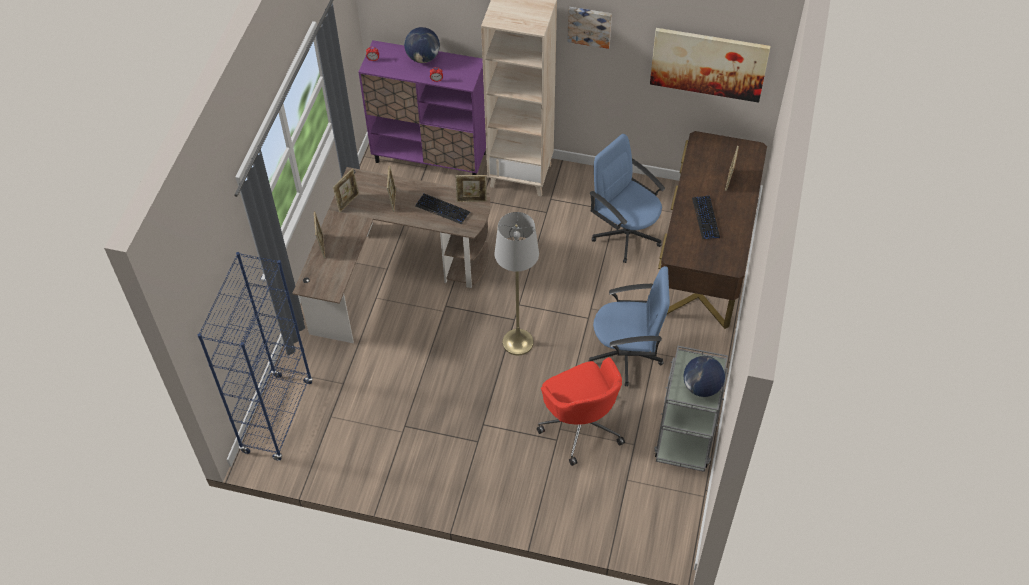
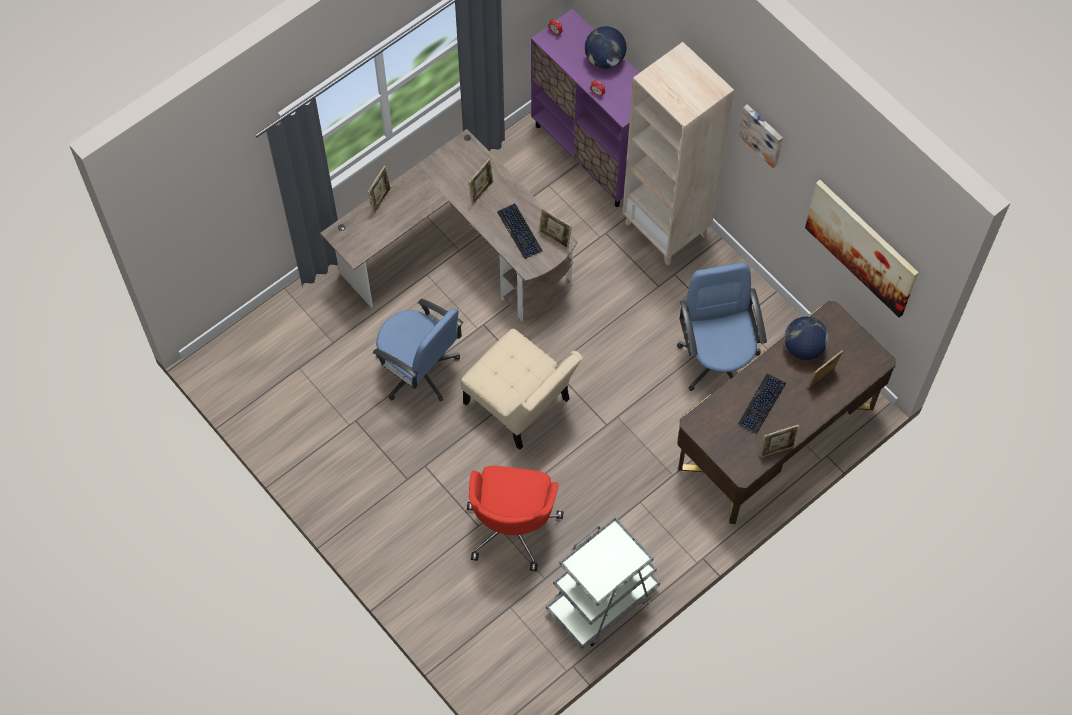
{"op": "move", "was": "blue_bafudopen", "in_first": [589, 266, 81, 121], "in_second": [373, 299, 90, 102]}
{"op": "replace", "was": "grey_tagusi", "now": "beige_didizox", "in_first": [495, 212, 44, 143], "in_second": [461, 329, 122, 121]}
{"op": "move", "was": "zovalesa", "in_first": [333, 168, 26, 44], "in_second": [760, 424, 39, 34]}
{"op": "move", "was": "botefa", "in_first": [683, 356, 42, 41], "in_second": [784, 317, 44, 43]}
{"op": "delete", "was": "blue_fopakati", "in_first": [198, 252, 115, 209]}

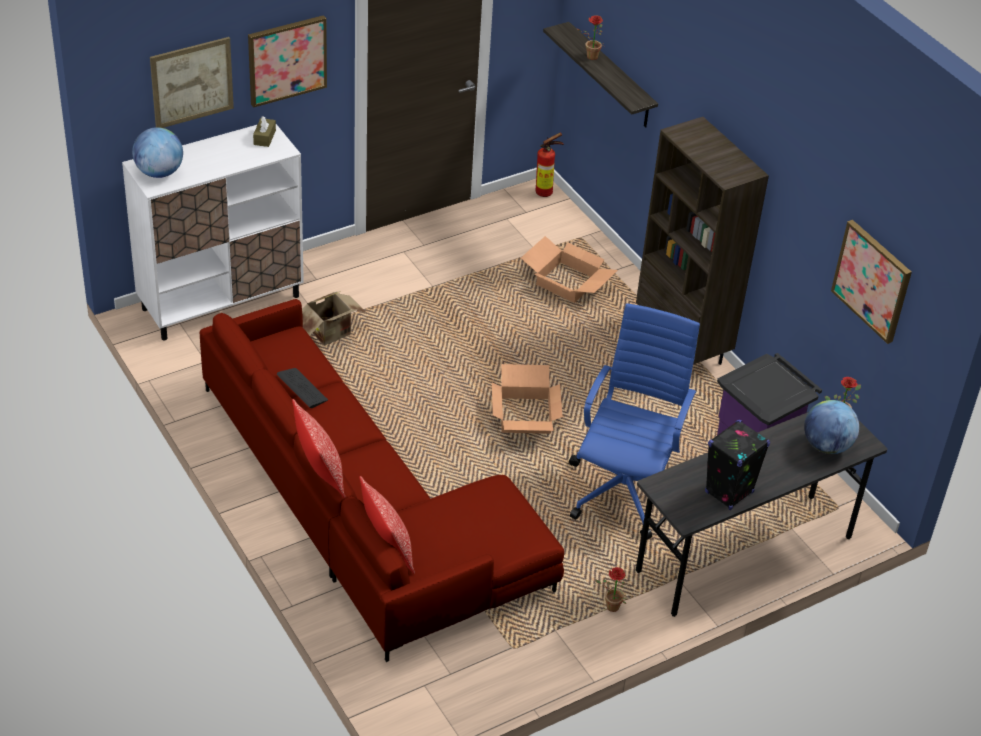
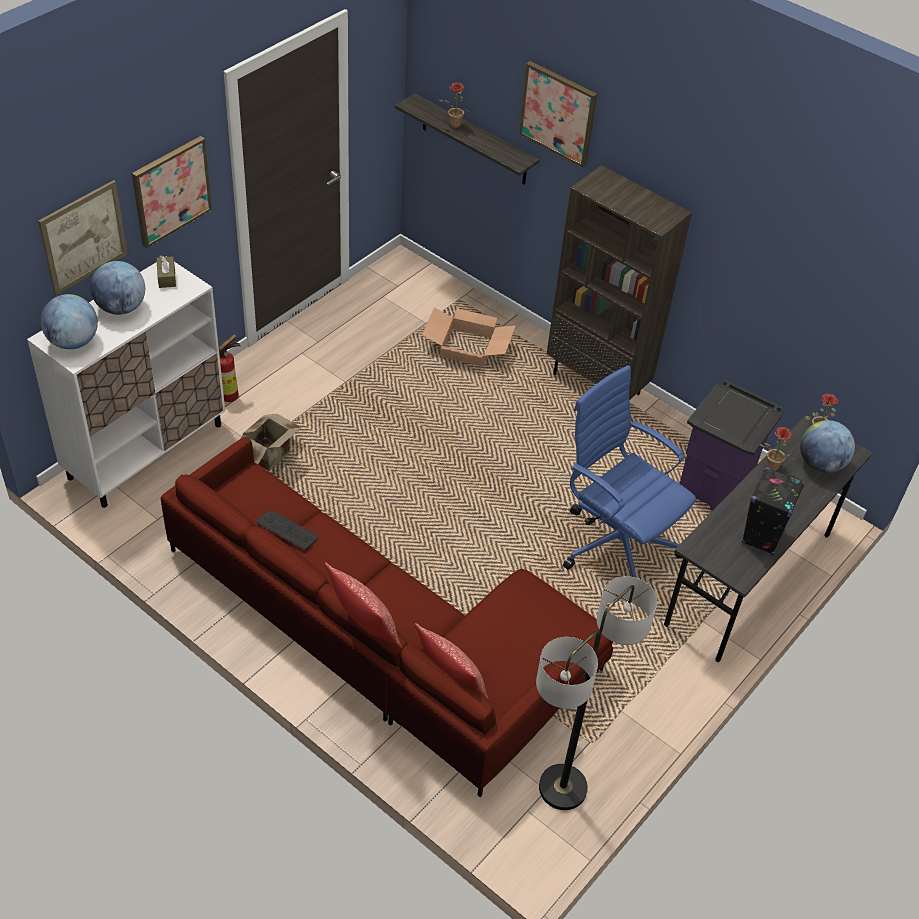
{"op": "insert", "now": "botefa", "in_second": [90, 261, 55, 54]}
{"op": "move", "was": "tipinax", "in_first": [536, 133, 28, 64], "in_second": [219, 334, 22, 68]}
{"op": "move", "was": "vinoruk", "in_first": [831, 220, 81, 124], "in_second": [519, 61, 78, 107]}
{"op": "insert", "now": "tagusi", "in_second": [536, 576, 121, 234]}
{"op": "rotate", "was": "blue_bafudopen", "in_first": [569, 303, 131, 237], "in_second": [563, 365, 133, 213], "clockwise": -45}
{"op": "move", "was": "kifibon", "in_first": [595, 567, 31, 45], "in_second": [760, 427, 34, 44]}
{"op": "delete", "was": "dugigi", "in_first": [492, 364, 71, 70]}

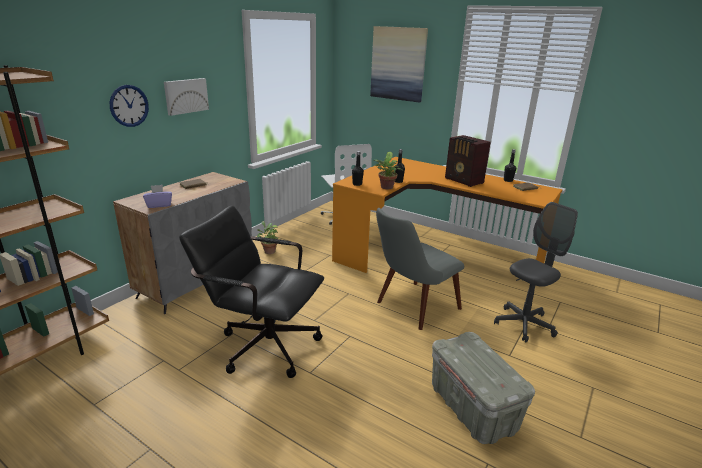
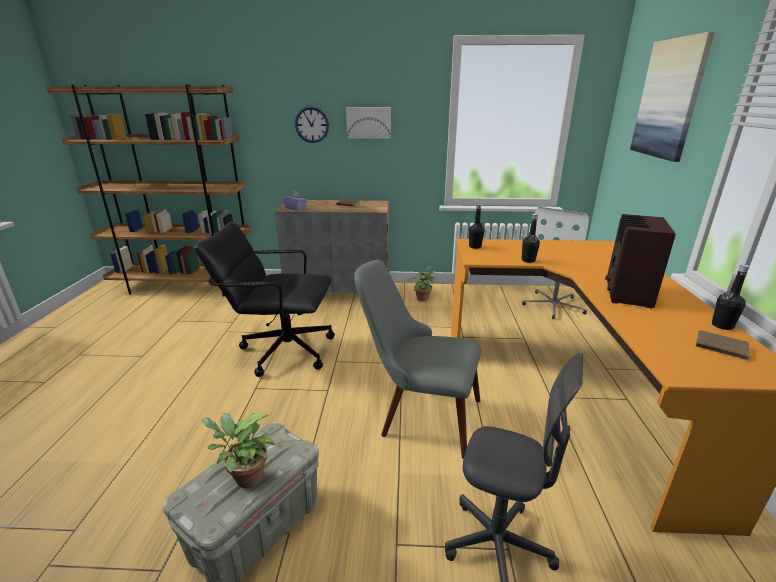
{"op": "rotate", "was": "black_bafudopen", "in_first": [179, 205, 145, 173], "in_second": [194, 222, 141, 155], "clockwise": -75}
{"op": "move", "was": "kifibon", "in_first": [373, 152, 30, 38], "in_second": [202, 413, 73, 75]}

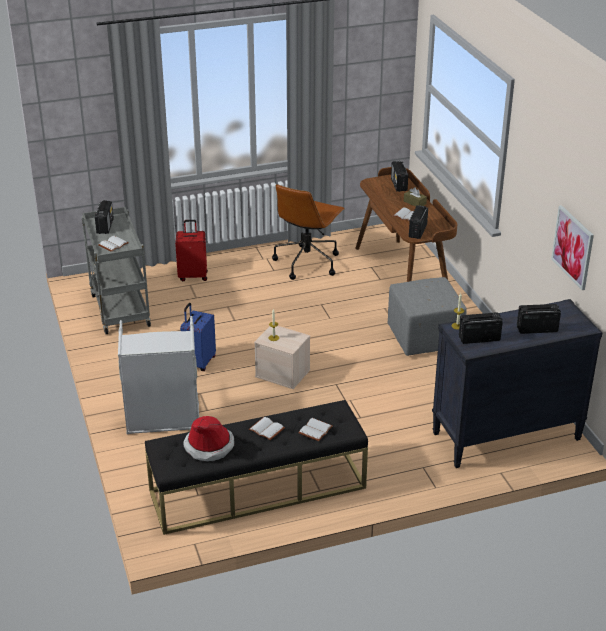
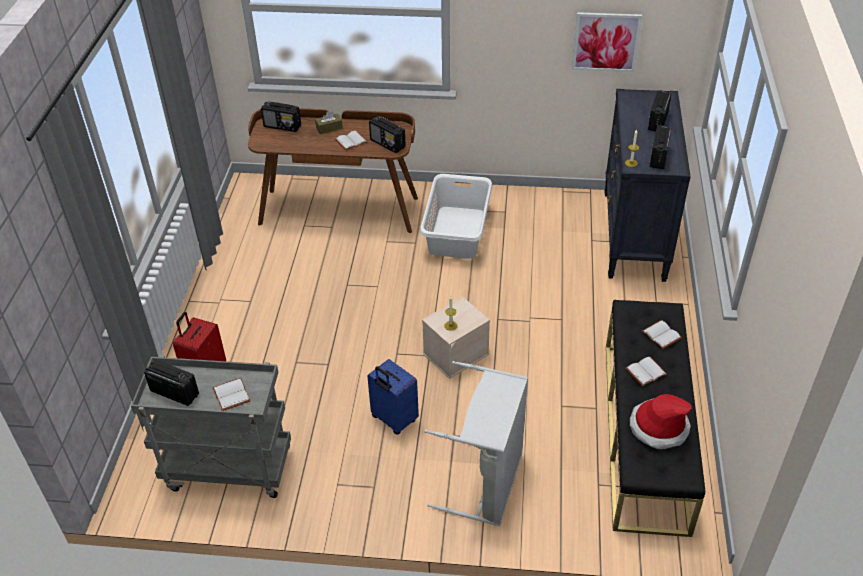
{"op": "replace", "was": "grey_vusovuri", "now": "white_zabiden", "in_first": [388, 277, 79, 79], "in_second": [420, 174, 72, 85]}
{"op": "delete", "was": "brown_bafudopen", "in_first": [272, 184, 73, 96]}

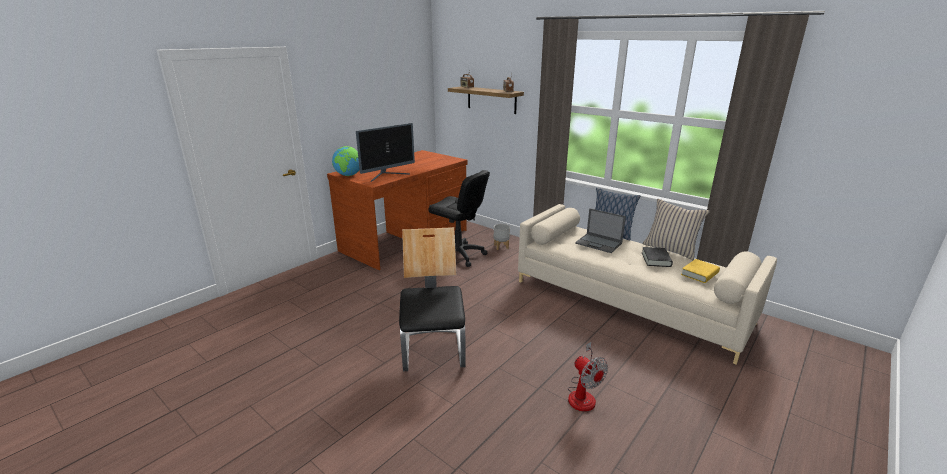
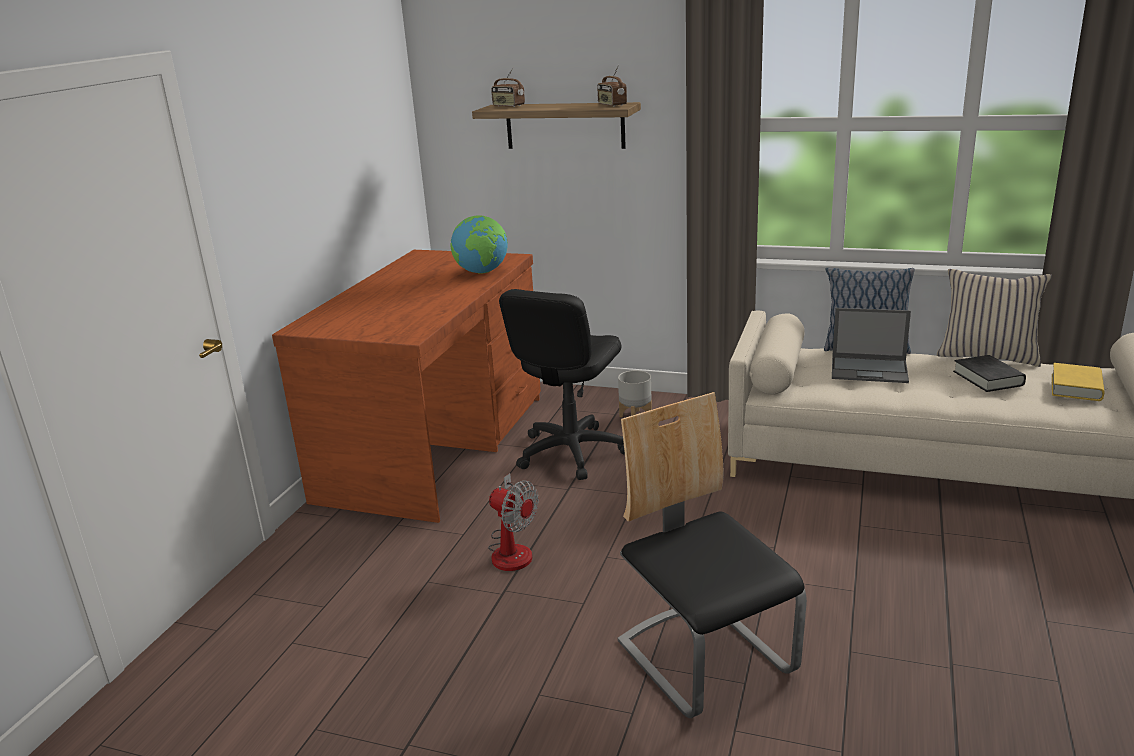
{"op": "move", "was": "botefa", "in_first": [332, 146, 27, 30], "in_second": [450, 215, 58, 59]}
{"op": "move", "was": "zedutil", "in_first": [568, 342, 40, 70], "in_second": [488, 473, 51, 98]}
{"op": "rotate", "was": "black_bafudopen", "in_first": [429, 170, 61, 97], "in_second": [499, 289, 126, 191], "clockwise": 105}
{"op": "delete", "was": "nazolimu", "in_first": [356, 123, 59, 59]}

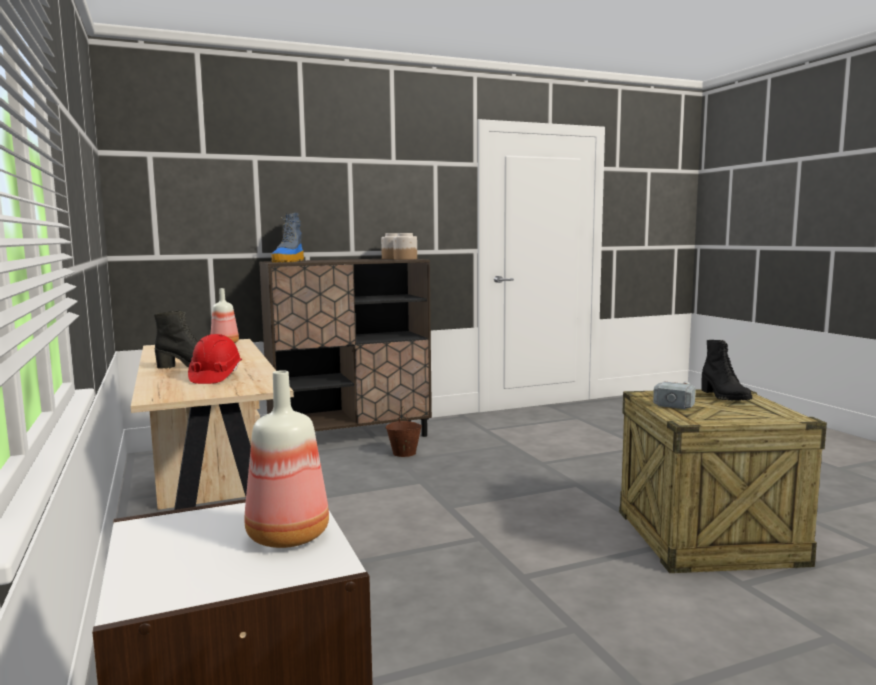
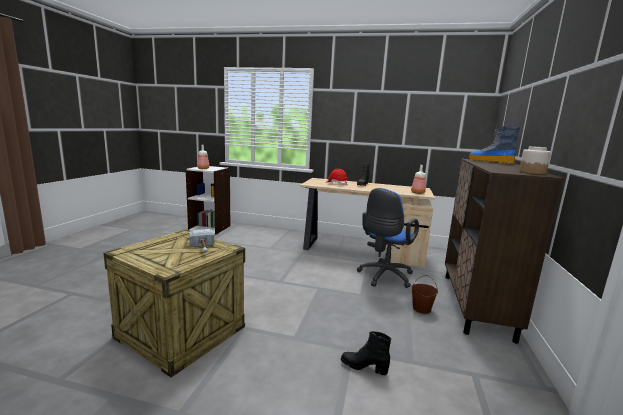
{"op": "move", "was": "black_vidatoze", "in_first": [702, 340, 50, 61], "in_second": [341, 331, 50, 44]}
{"op": "insert", "now": "blue_bafudopen", "in_second": [357, 188, 62, 100]}
{"op": "delete", "was": "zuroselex", "in_first": [393, 233, 24, 27]}

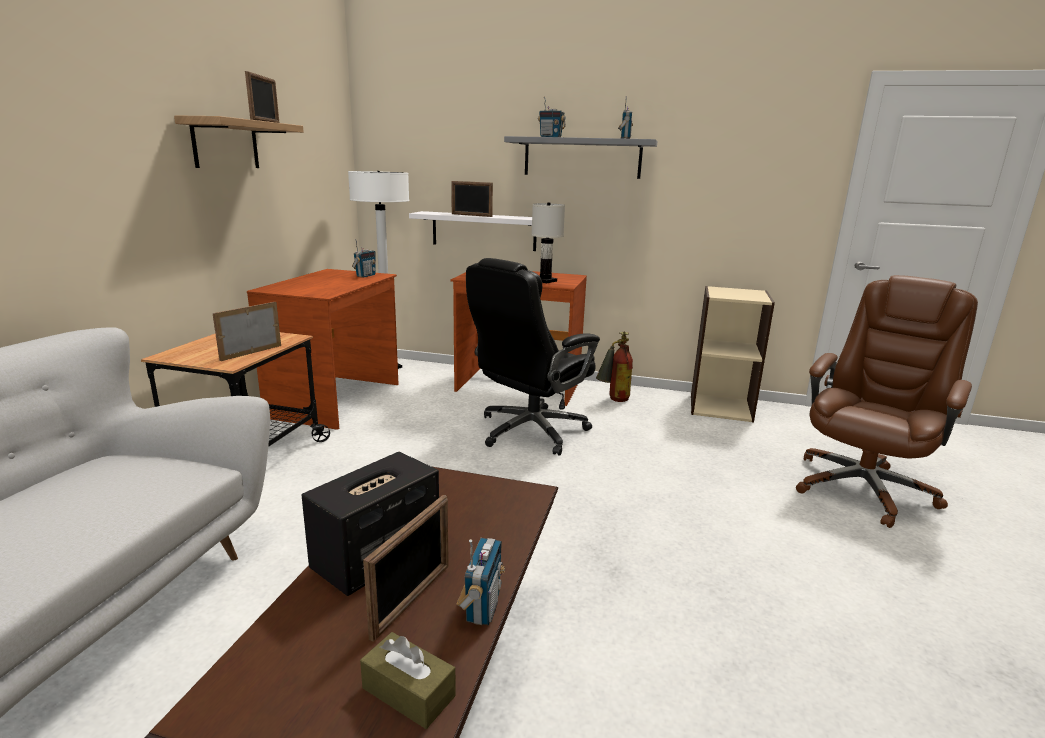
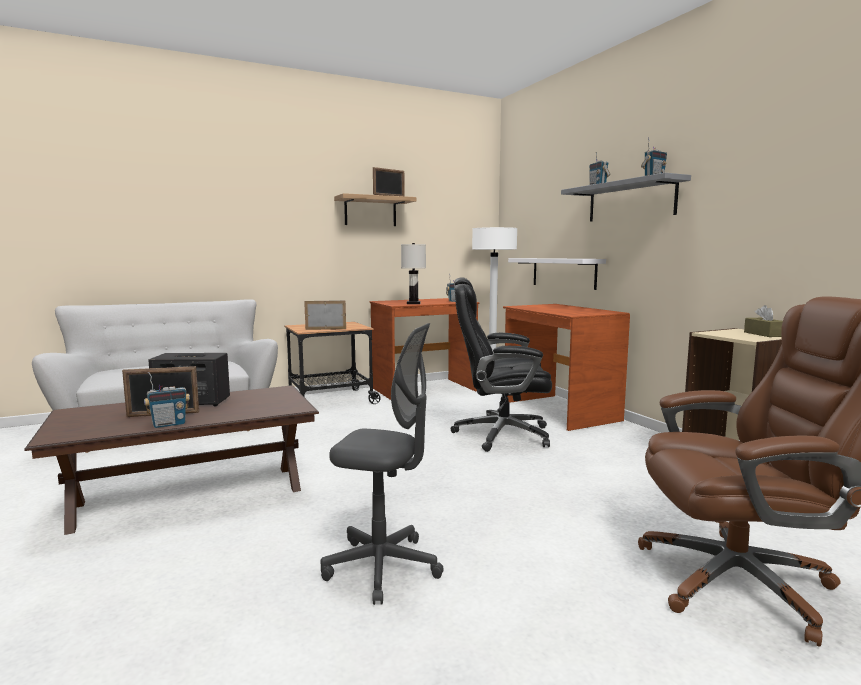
{"op": "insert", "now": "grey_bafudopen", "in_second": [321, 323, 123, 282]}
{"op": "move", "was": "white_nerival", "in_first": [531, 202, 34, 81], "in_second": [401, 243, 25, 61]}
{"op": "move", "was": "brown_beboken", "in_first": [360, 632, 96, 97], "in_second": [744, 305, 39, 32]}
{"op": "delete", "was": "zovalesa", "in_first": [451, 181, 42, 36]}
{"op": "delete", "was": "tipinax", "in_first": [596, 331, 37, 71]}

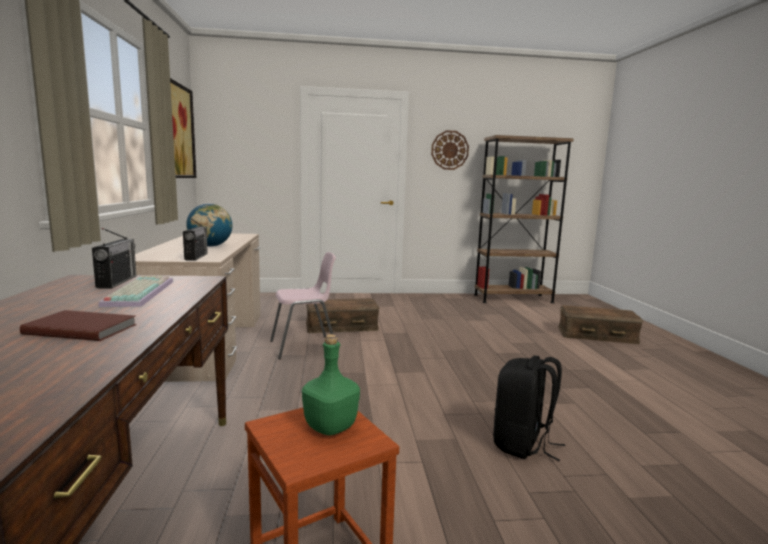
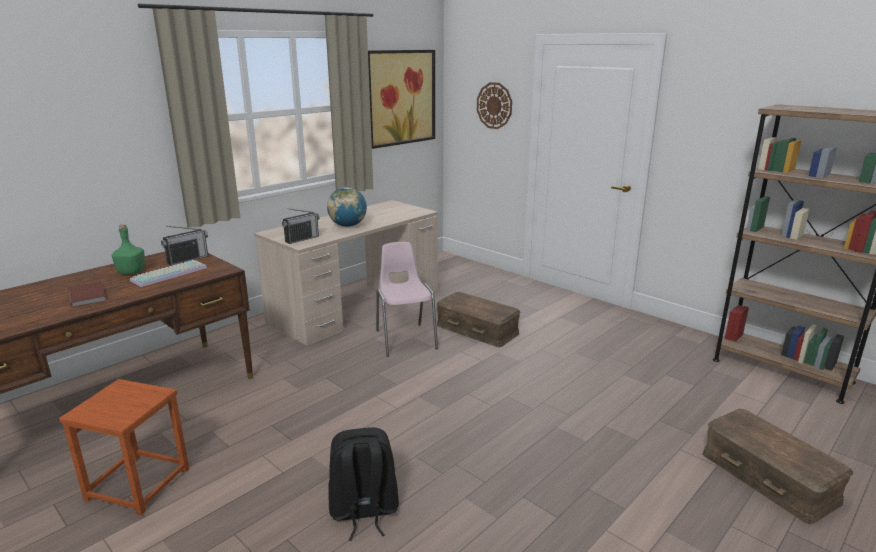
{"op": "move", "was": "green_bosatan", "in_first": [302, 334, 58, 102], "in_second": [112, 224, 33, 51]}
{"op": "rotate", "was": "pink_didizox", "in_first": [270, 252, 66, 107], "in_second": [376, 242, 62, 115], "clockwise": -135}
{"op": "move", "was": "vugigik", "in_first": [431, 130, 38, 40], "in_second": [477, 82, 35, 47]}

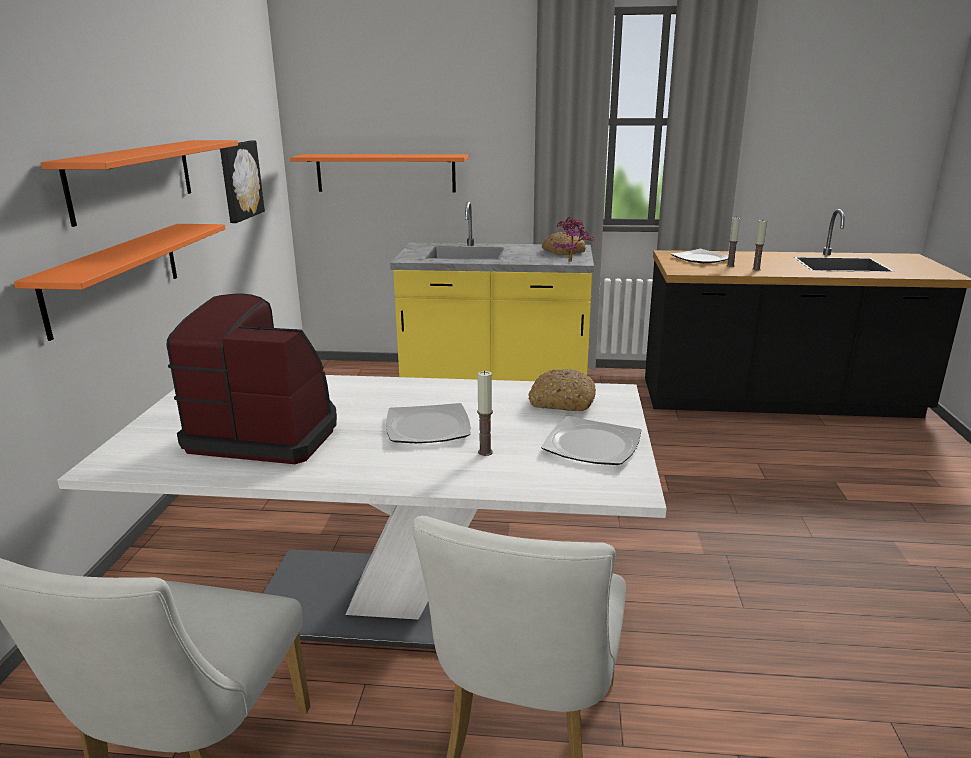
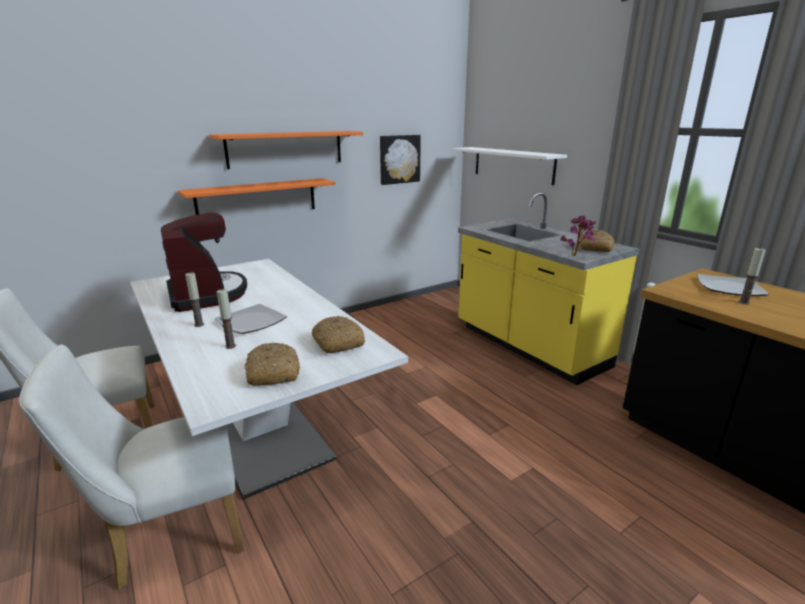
{"op": "move", "was": "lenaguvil", "in_first": [752, 220, 15, 50], "in_second": [185, 273, 19, 54]}
{"op": "replace", "was": "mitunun", "now": "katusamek", "in_first": [541, 416, 100, 49], "in_second": [245, 343, 55, 43]}
{"op": "recolor", "was": "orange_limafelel", "now": "white_limafelel", "in_first": [290, 154, 179, 39], "in_second": [452, 147, 115, 38]}

